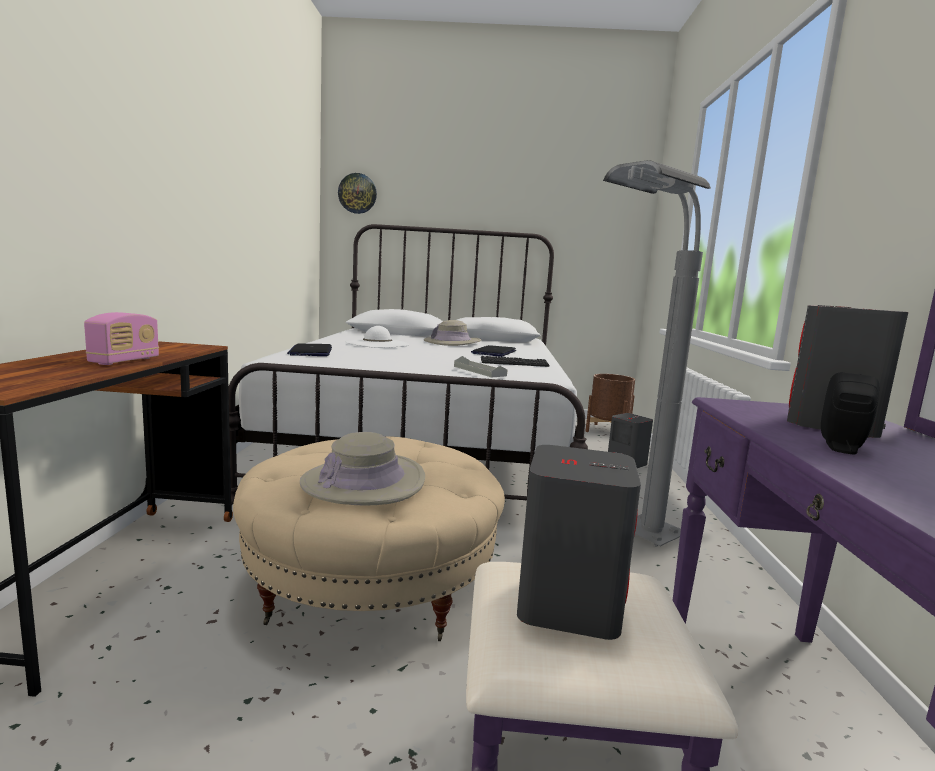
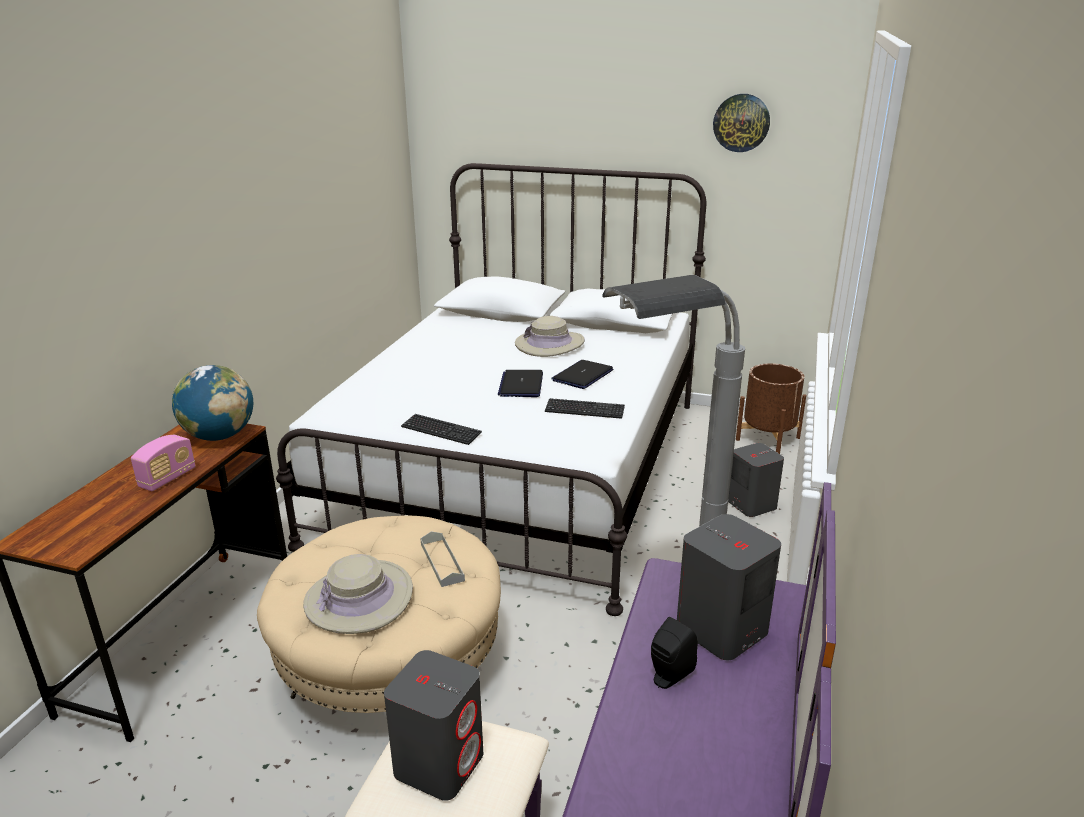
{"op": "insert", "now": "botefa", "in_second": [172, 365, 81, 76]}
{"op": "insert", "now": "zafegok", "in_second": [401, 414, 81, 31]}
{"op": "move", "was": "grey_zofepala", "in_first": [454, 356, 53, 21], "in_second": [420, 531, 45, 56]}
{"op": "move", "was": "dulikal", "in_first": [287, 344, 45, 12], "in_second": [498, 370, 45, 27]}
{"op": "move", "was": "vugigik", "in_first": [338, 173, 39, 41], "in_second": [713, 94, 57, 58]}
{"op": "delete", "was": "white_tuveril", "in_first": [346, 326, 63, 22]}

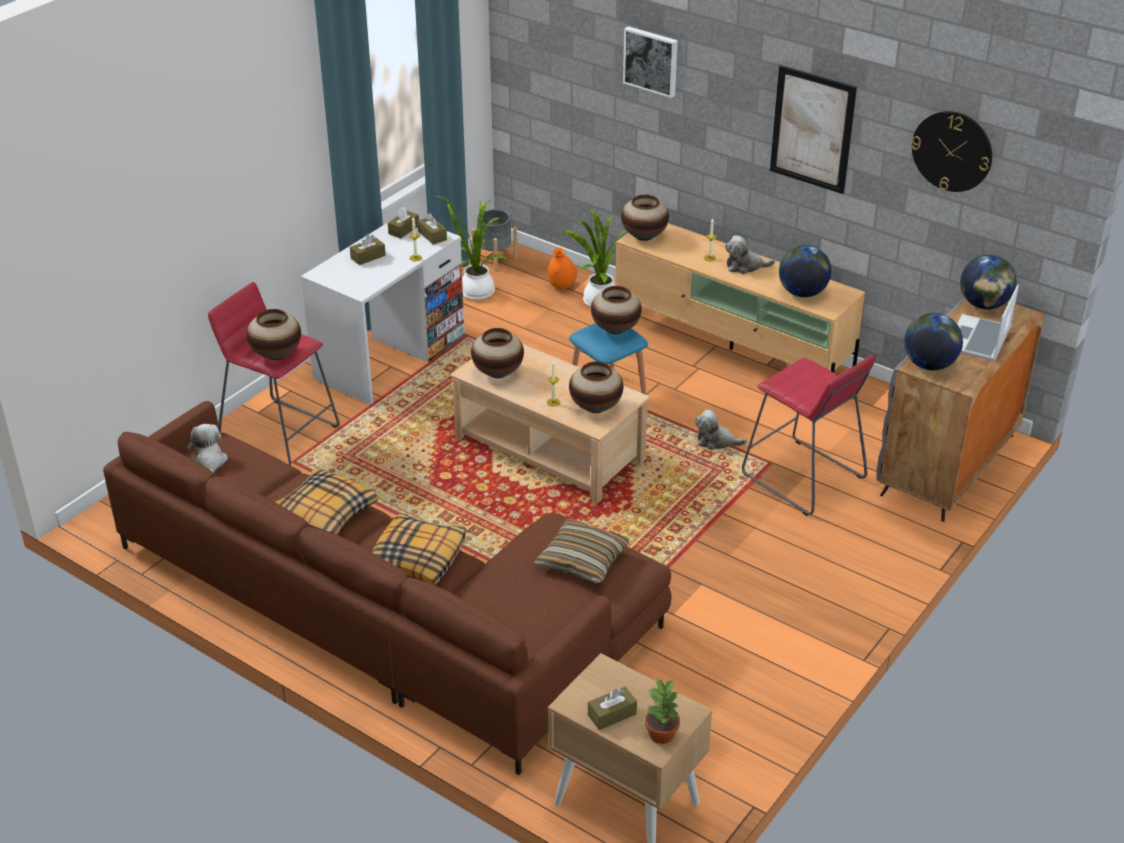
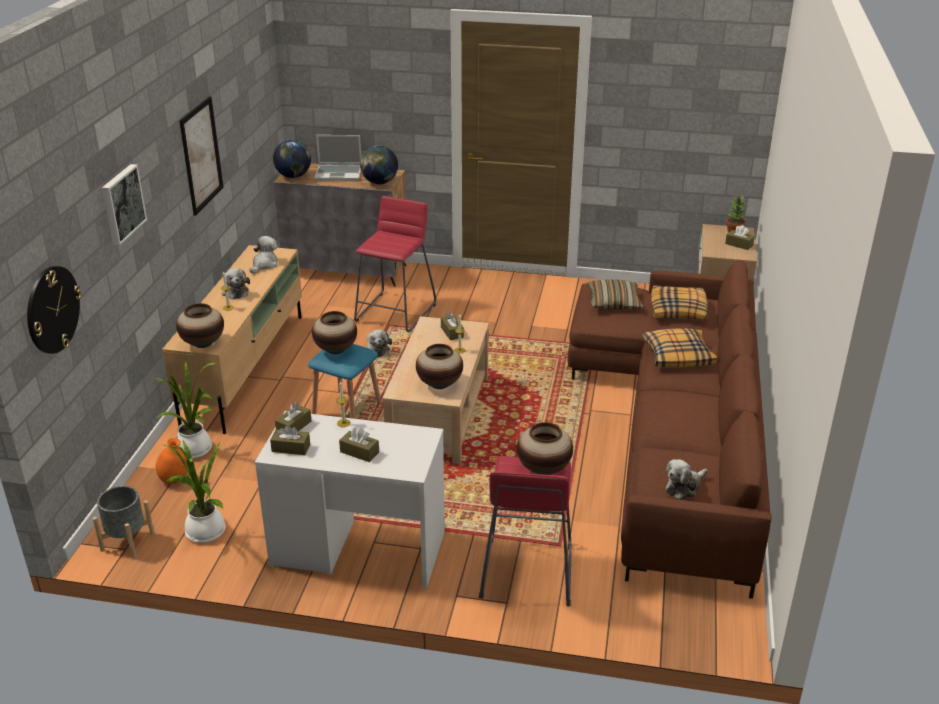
{"op": "move", "was": "vugigik", "in_first": [911, 111, 81, 81], "in_second": [27, 266, 54, 88]}
{"op": "replace", "was": "botefa", "now": "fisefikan", "in_first": [779, 245, 52, 52], "in_second": [250, 236, 28, 38]}
{"op": "replace", "was": "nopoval", "now": "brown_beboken", "in_first": [569, 362, 54, 51], "in_second": [441, 312, 23, 28]}
{"op": "move", "was": "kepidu", "in_first": [275, 469, 103, 66], "in_second": [651, 285, 57, 36]}

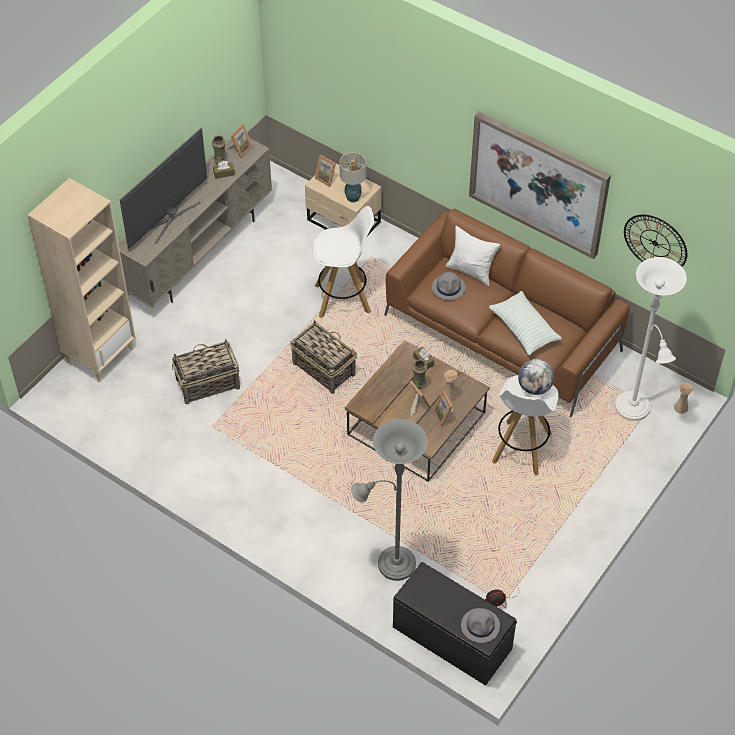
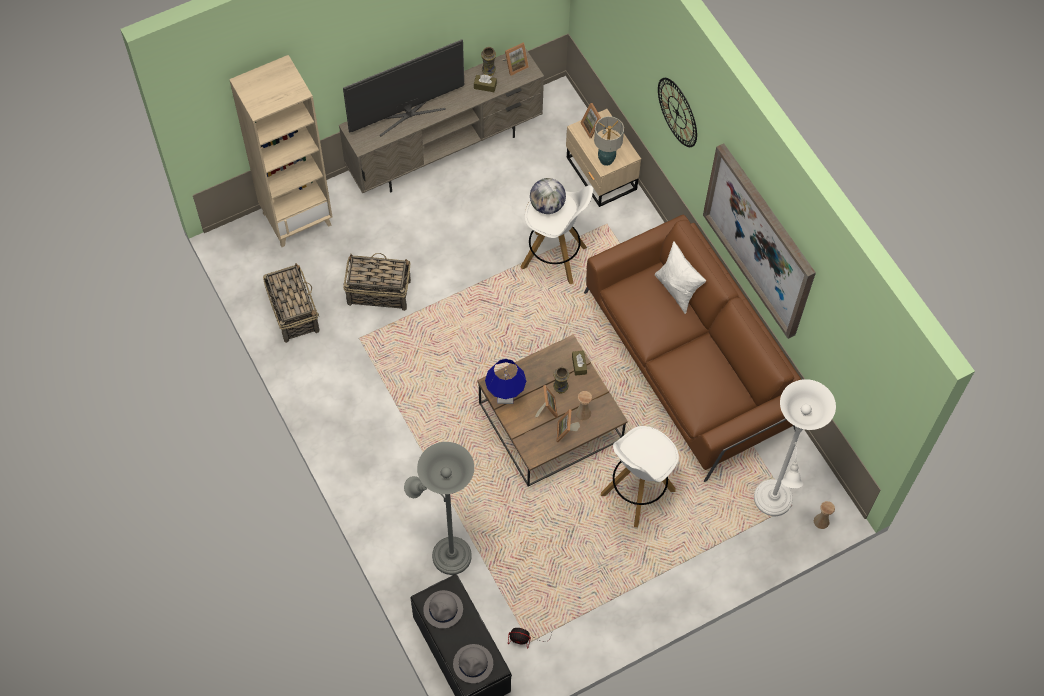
{"op": "move", "was": "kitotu", "in_first": [290, 320, 67, 74], "in_second": [263, 263, 57, 80]}
{"op": "move", "was": "grey_tuveril", "in_first": [432, 272, 34, 28], "in_second": [423, 590, 40, 38]}
{"op": "insert", "now": "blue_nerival", "in_second": [485, 359, 41, 45]}
{"op": "move", "was": "botefa", "in_first": [518, 359, 36, 36], "in_second": [530, 178, 36, 36]}
{"op": "move", "was": "vugigik", "in_first": [624, 214, 63, 53], "in_second": [658, 78, 39, 69]}
{"op": "delete", "was": "kepidu", "in_first": [489, 291, 73, 65]}

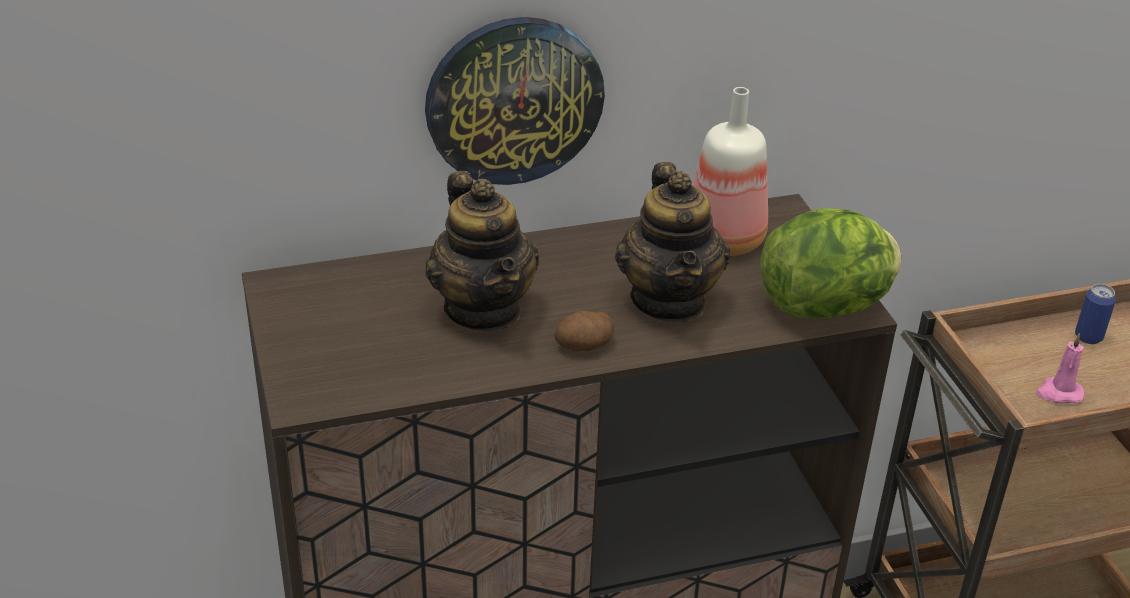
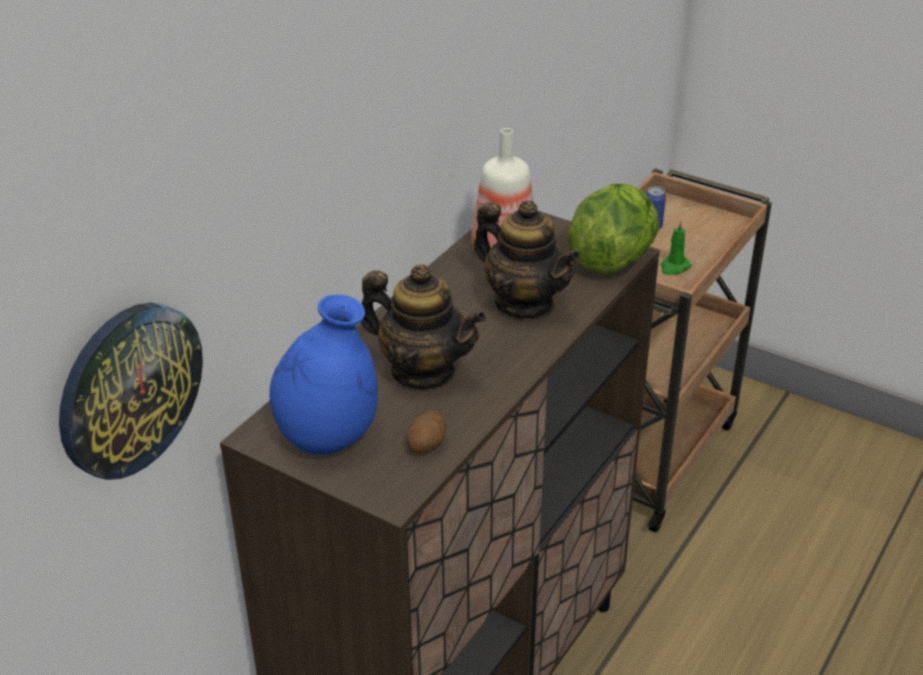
{"op": "move", "was": "vugigik", "in_first": [425, 17, 180, 168], "in_second": [59, 303, 144, 177]}
{"op": "insert", "now": "blue_nopoval", "in_second": [269, 295, 109, 160]}
{"op": "move", "was": "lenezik", "in_first": [554, 311, 60, 40], "in_second": [406, 410, 40, 43]}
{"op": "recolor", "was": "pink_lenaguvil", "now": "green_lenaguvil", "in_first": [1036, 333, 48, 71], "in_second": [661, 220, 30, 55]}

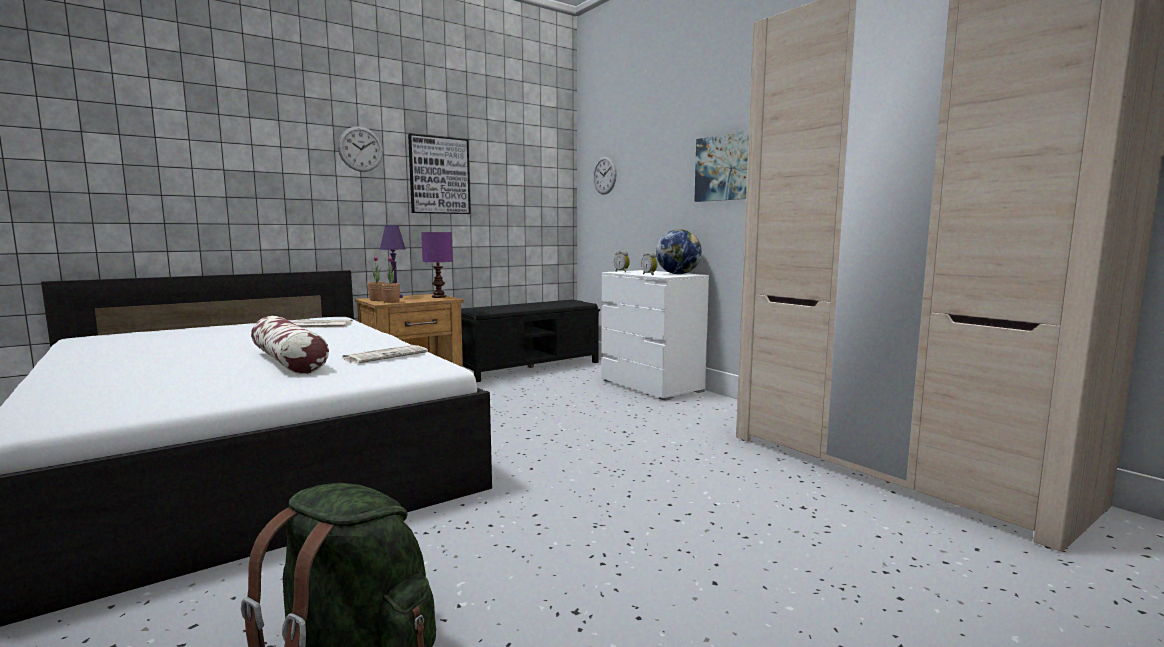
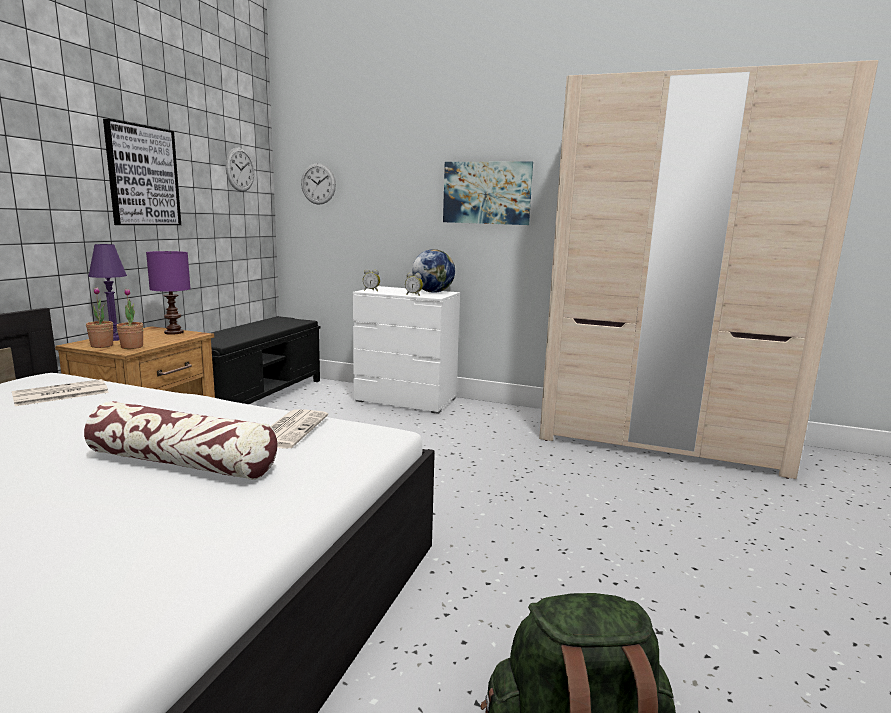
{"op": "move", "was": "vugigik", "in_first": [338, 126, 45, 46], "in_second": [226, 148, 28, 44]}

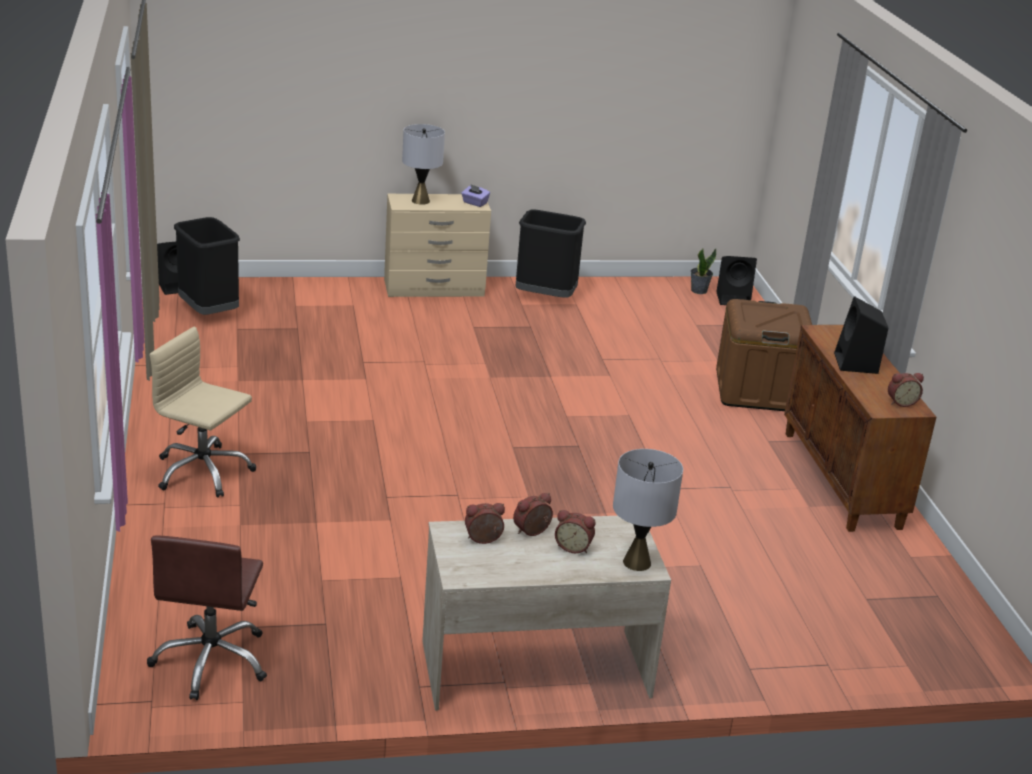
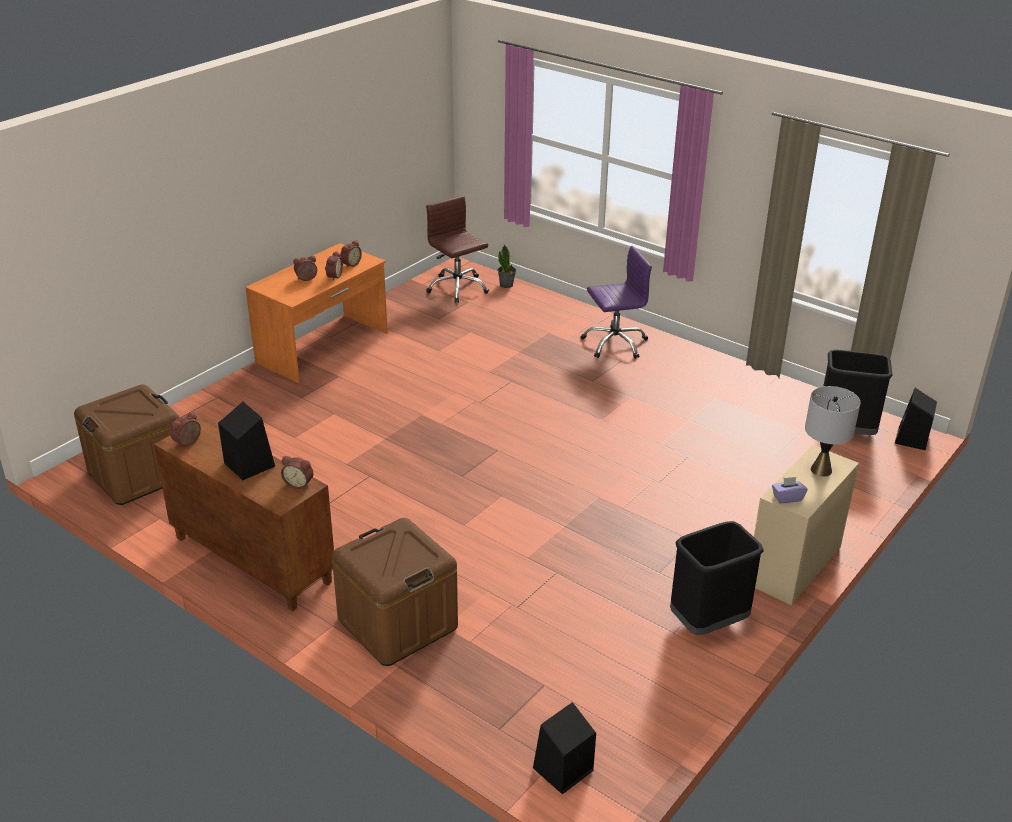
{"op": "insert", "now": "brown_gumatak", "in_second": [74, 384, 105, 121]}
{"op": "recolor", "was": "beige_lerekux", "now": "orange_lerekux", "in_first": [422, 516, 249, 195], "in_second": [245, 243, 143, 140]}
{"op": "insert", "now": "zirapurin", "in_second": [281, 456, 32, 33]}
{"op": "move", "was": "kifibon", "in_first": [691, 249, 25, 45], "in_second": [498, 244, 18, 44]}
{"op": "recolor", "was": "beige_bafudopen", "now": "purple_bafudopen", "in_first": [150, 327, 106, 171], "in_second": [581, 246, 71, 113]}
{"op": "delete", "was": "grey_nerival", "in_first": [613, 449, 70, 122]}

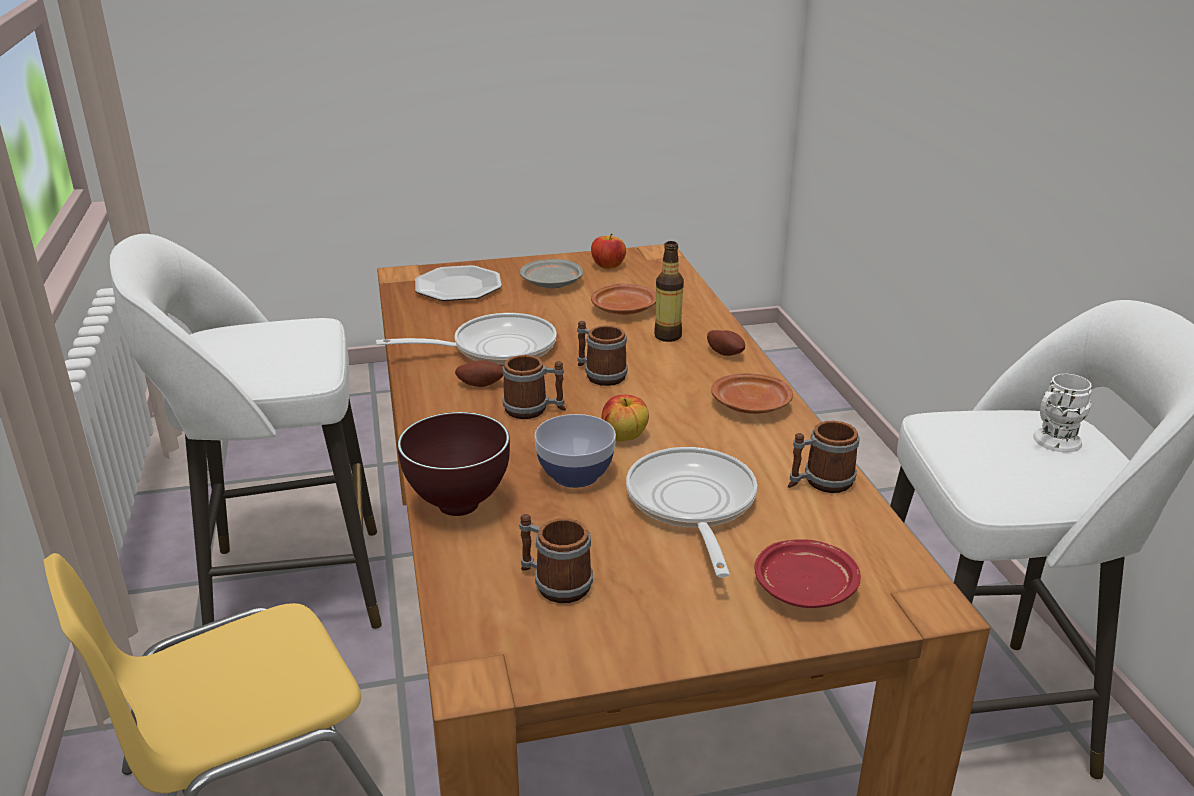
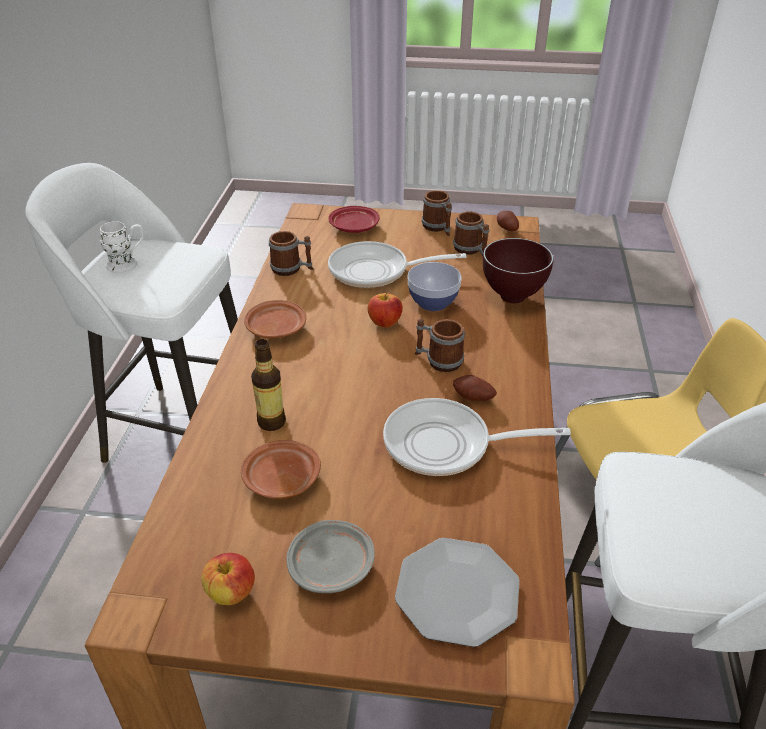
{"op": "rotate", "was": "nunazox", "in_first": [626, 447, 131, 131], "in_second": [328, 241, 138, 47], "clockwise": 75}
{"op": "move", "was": "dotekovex", "in_first": [577, 321, 51, 65], "in_second": [422, 190, 30, 46]}
{"op": "move", "was": "lenezik", "in_first": [707, 330, 38, 26], "in_second": [497, 211, 22, 20]}

